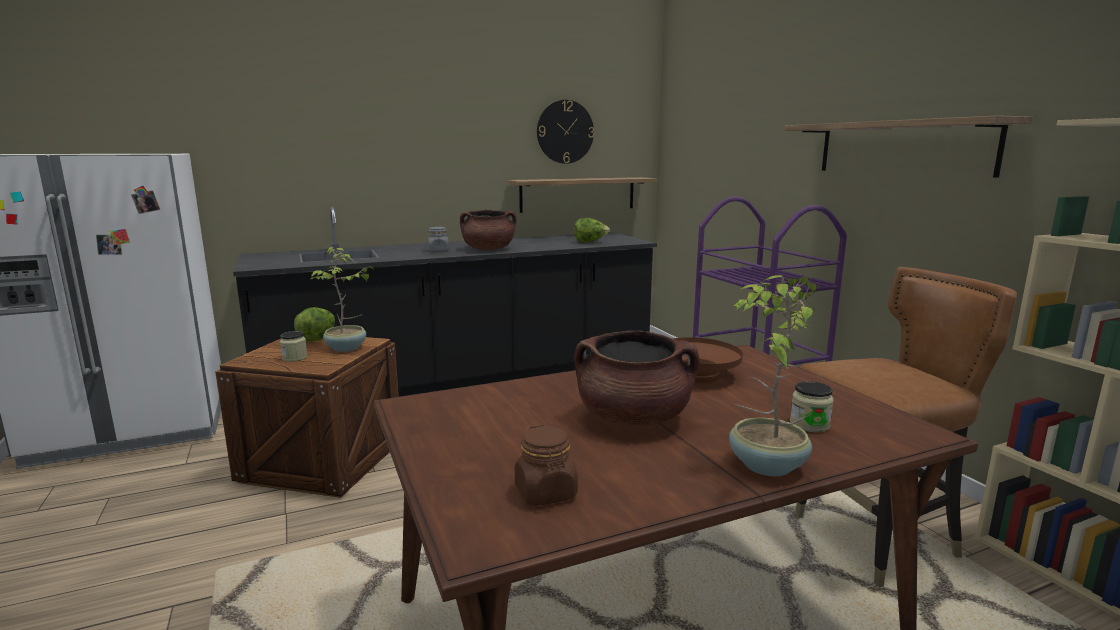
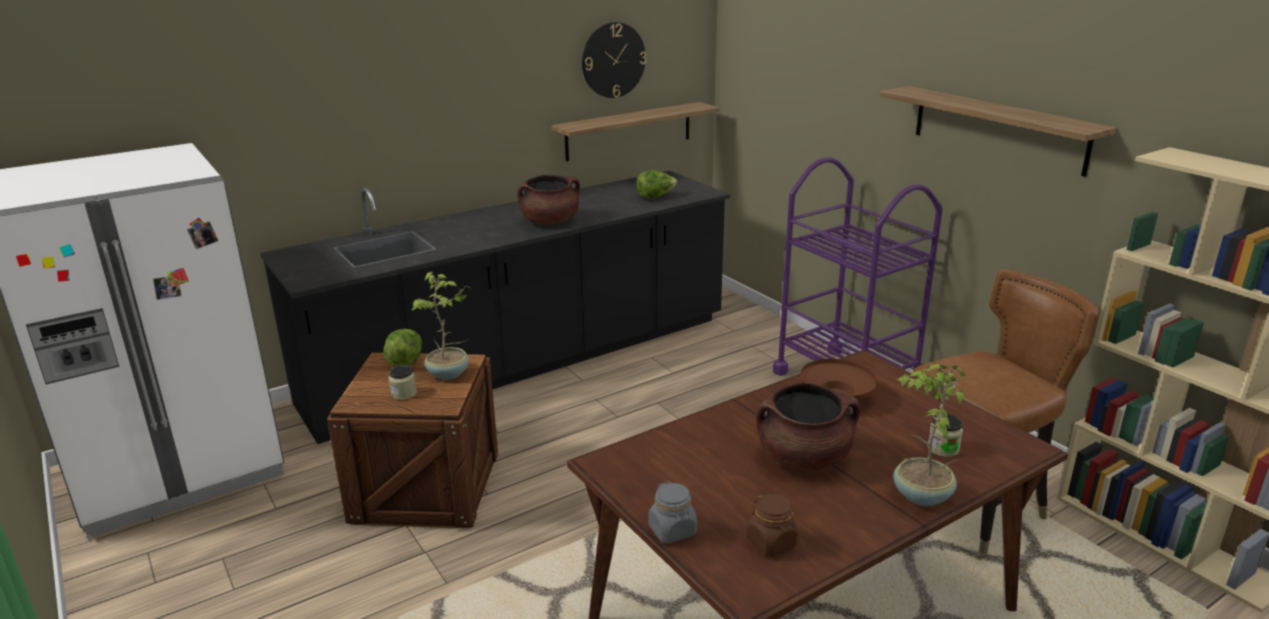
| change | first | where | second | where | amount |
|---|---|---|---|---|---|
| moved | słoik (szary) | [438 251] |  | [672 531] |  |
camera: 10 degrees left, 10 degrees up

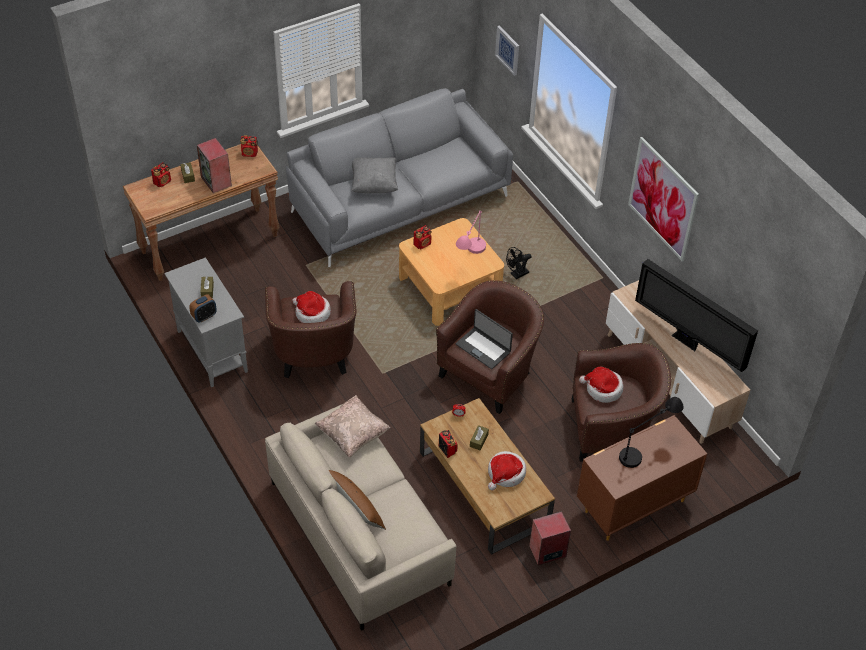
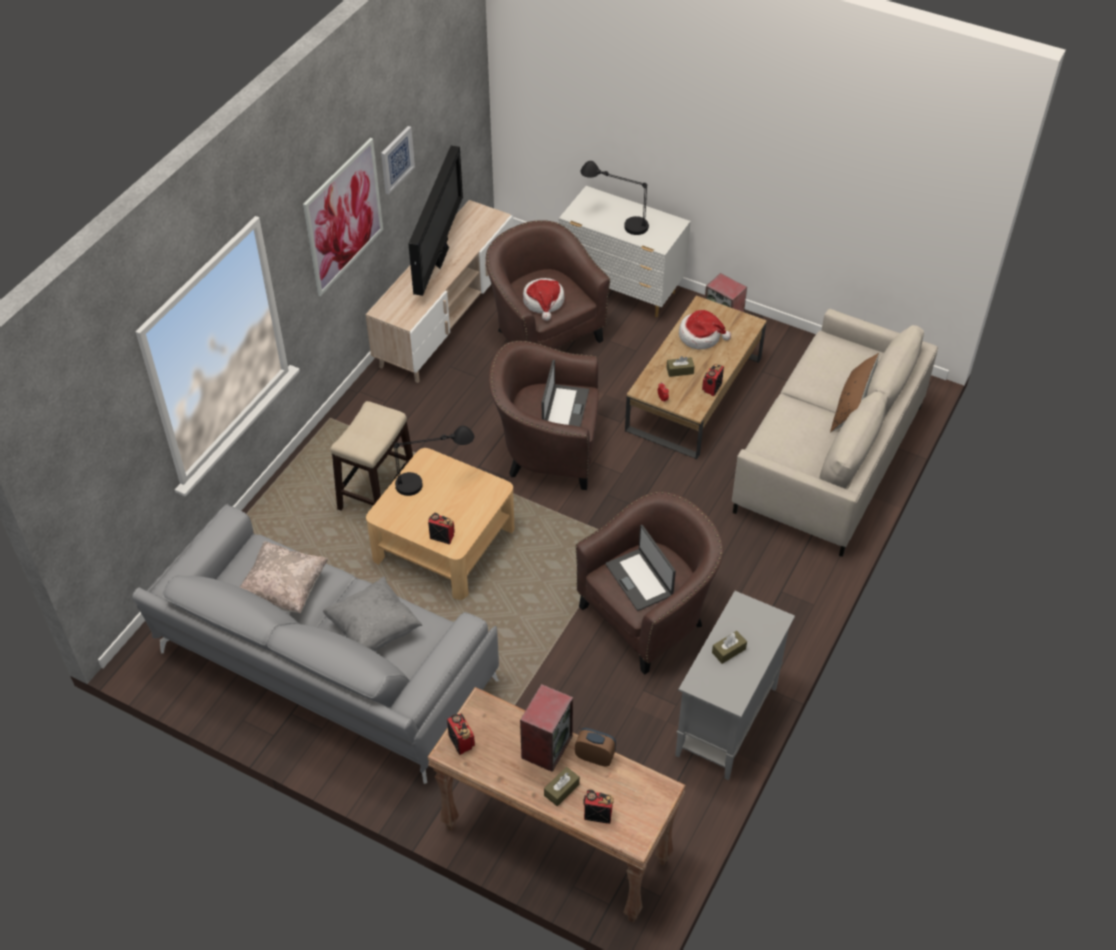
| change | first | where | second | where | amount |
|---|---|---|---|---|---|
| moved | budzik | [204 316] |  | [595 756] |  |
| replaced | kapelusz | [311 313] | laptop | [640 579] |  |
| moved | poduszka (beżowy) | [352 435] |  | [284 589] |  |
| recoloured | lampa stołowa (różowy) | [470 258] | lampa stołowa (czarny) | [433 482] |  |
| moved | obraz | [508 50] |  | [396 159] |  |
| replaced | wentylator (czarny) | [517 274] | stołek | [377 492] |  |
| recoloured | komoda (brązowy) | [632 506] | komoda (biały) | [622 290] |  |
camera: 120 degrees left, 0 degrees up

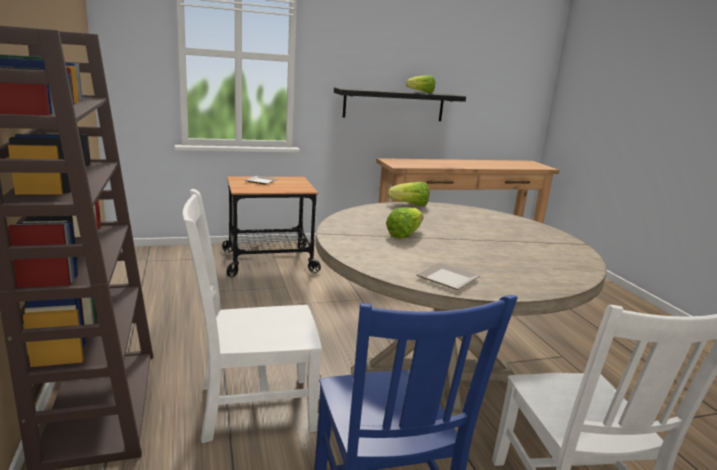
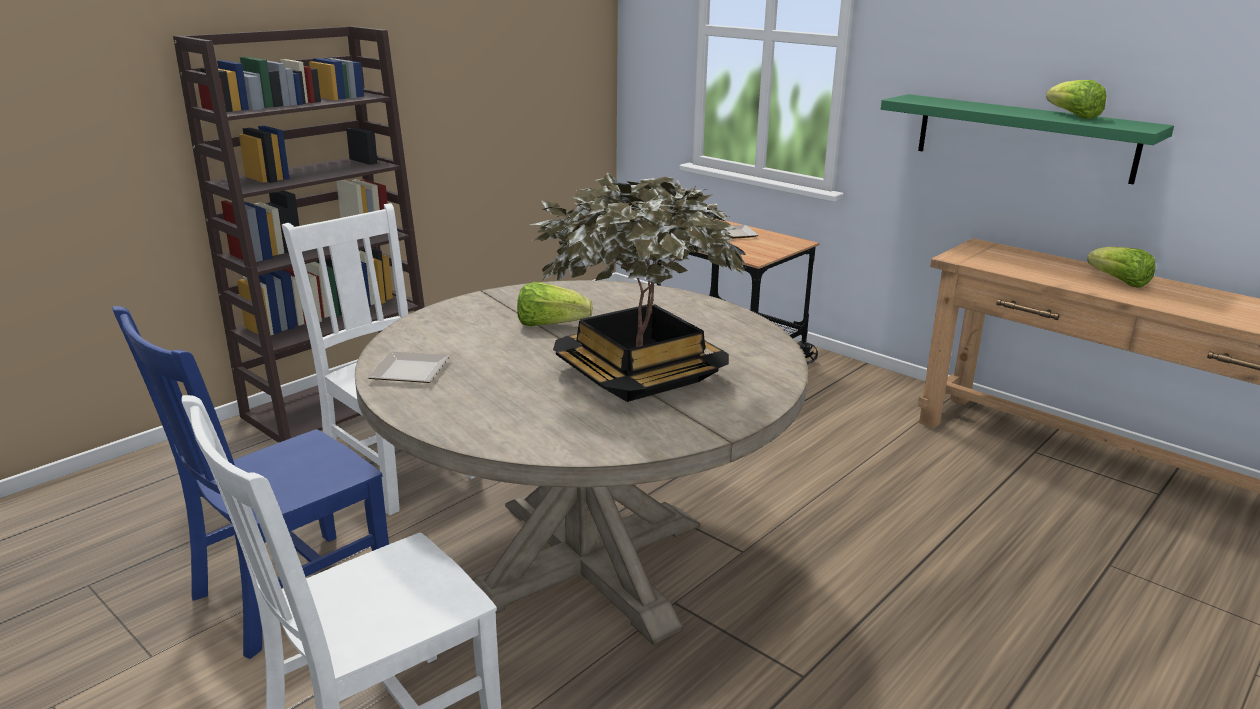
| change | first | where | second | where | amount |
|---|---|---|---|---|---|
| recoloured | półka (czarny) | [394 105] | półka (zielony) | [1024 137] |  |
| moved | sałata | [410 205] |  | [1119 282] |  |
| added |  |  | roślina doniczkowa | [639 376] |  |
camera: 60 degrees right, 5 degrees up

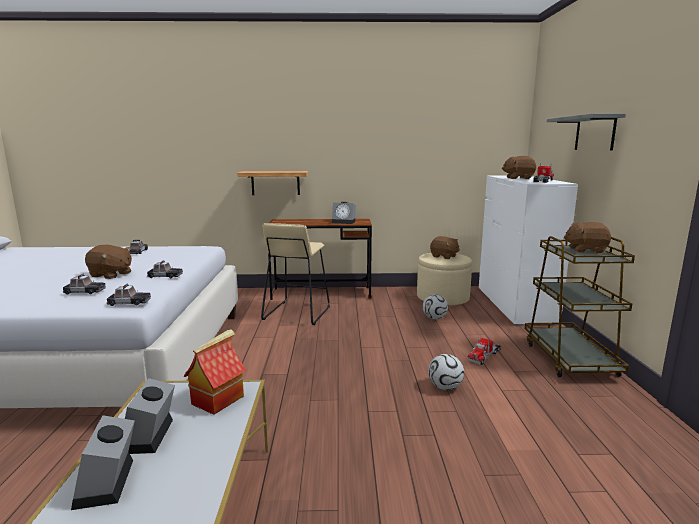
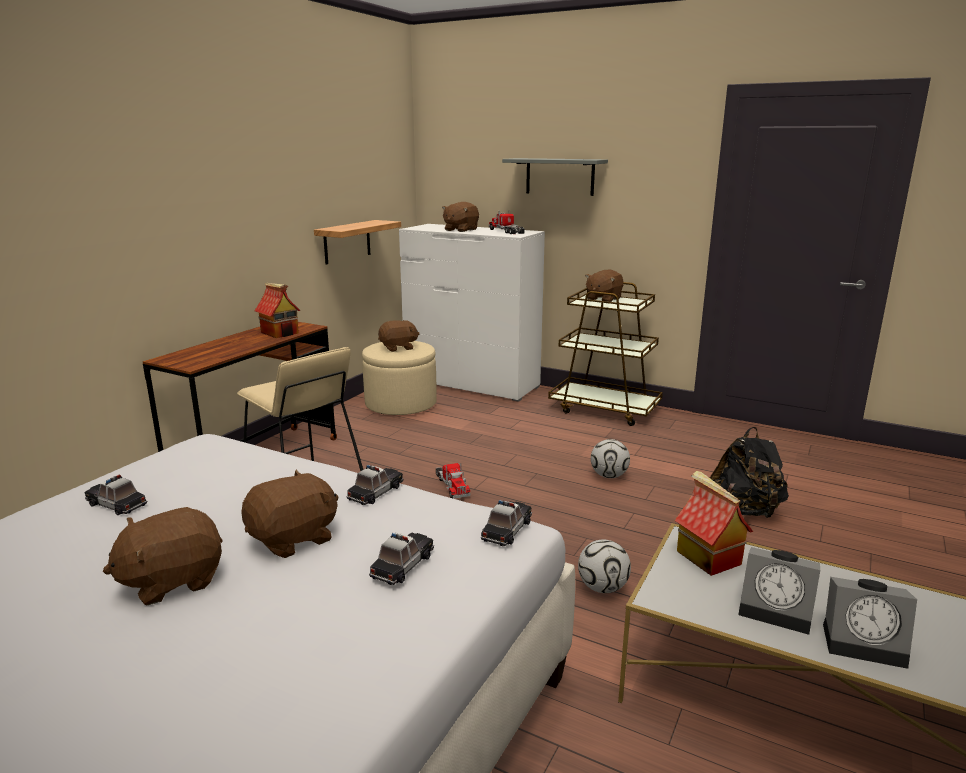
| change | first | where | second | where | amount |
|---|---|---|---|---|---|
| moved | półka | [275 183] |  | [347 241] |  |
| replaced | budzik | [344 222] | domek | [280 333] |  |
| moved | piłka futbolowa | [434 318] |  | [602 587] |  |
| moved | ciężarówka zabawkowa | [484 356] |  | [452 485] |  |
| added |  |  | pluszak (brązowy) | [172 580] |  |
| added |  |  | plecak (czarny) | [744 511] |  |
camera: 60 degrees left, 5 degrees up

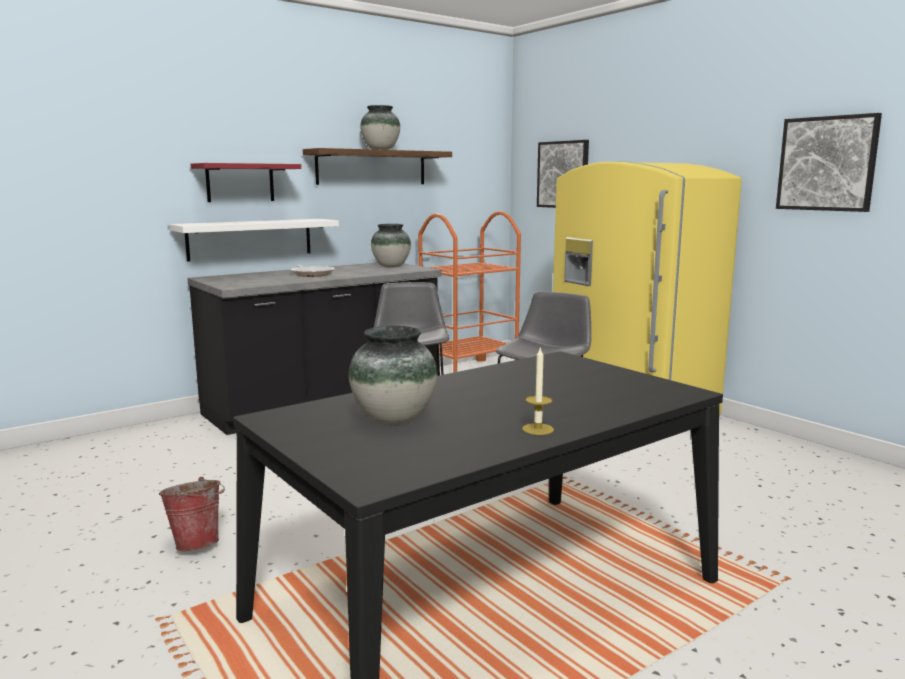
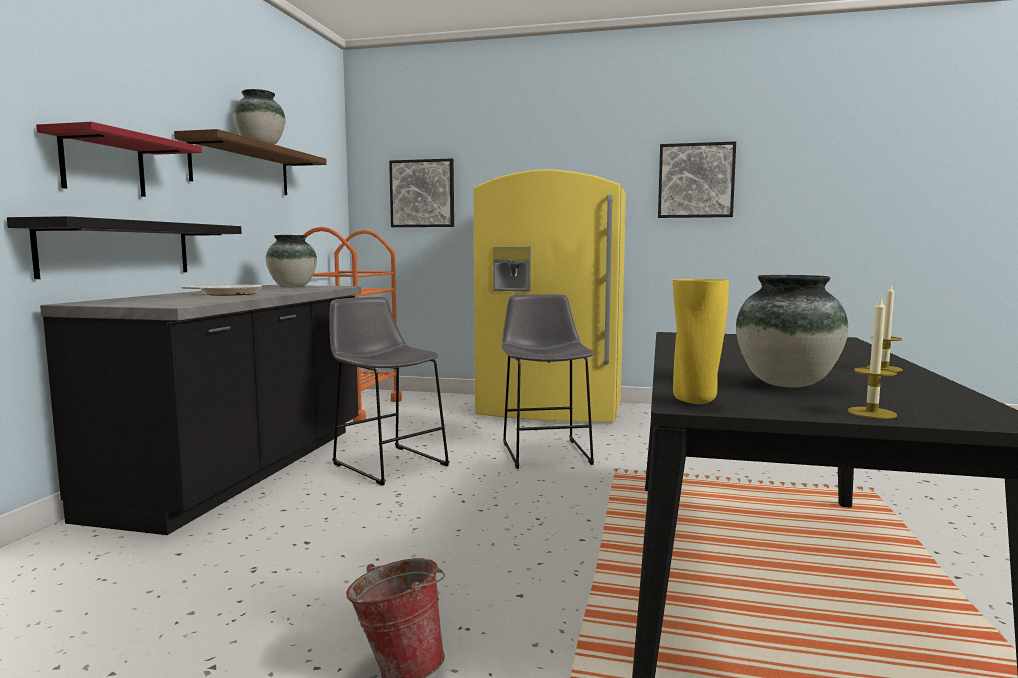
| change | first | where | second | where | amount |
|---|---|---|---|---|---|
| recoloured | półka (biały) | [250 239] | półka (czarny) | [118 249] |  |
| added |  |  | wazon (żółty) | [695 401] |  |
| added |  |  | świeca | [871 413] |  |
camera: 40 degrees left, 5 degrees down

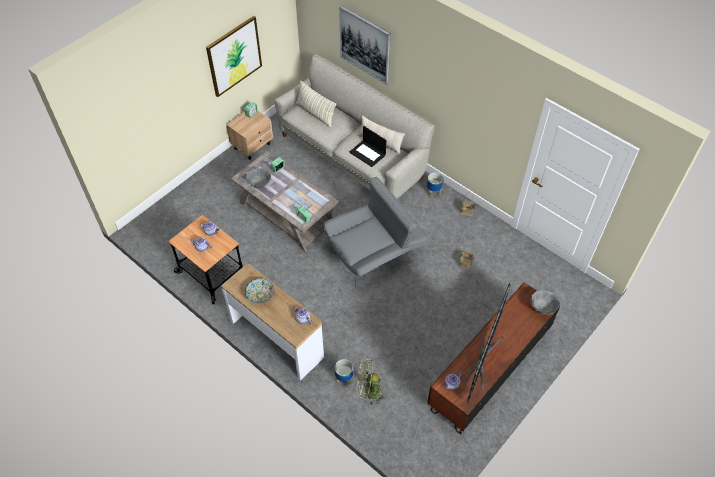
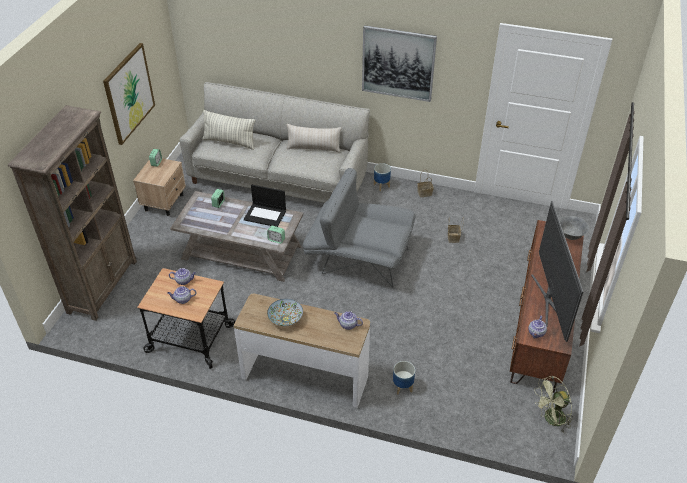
| change | first | where | second | where | amount |
|---|---|---|---|---|---|
| removed | miska (szary) | [259 184] |  |  |  |
| turned | fotel (szary) | [375 253] |  | [358 258] | 105 degrees counterclockwise |
| moved | obraz | [365 45] |  | [398 63] |  |
| moved | laptop | [368 153] |  | [265 215] |  |
| moved | wentylator (zielony) | [368 391] |  | [551 419] |  |
| added |  |  | regał (brązowy) | [103 286] |  |
camera: 25 degrees left, 10 degrees down

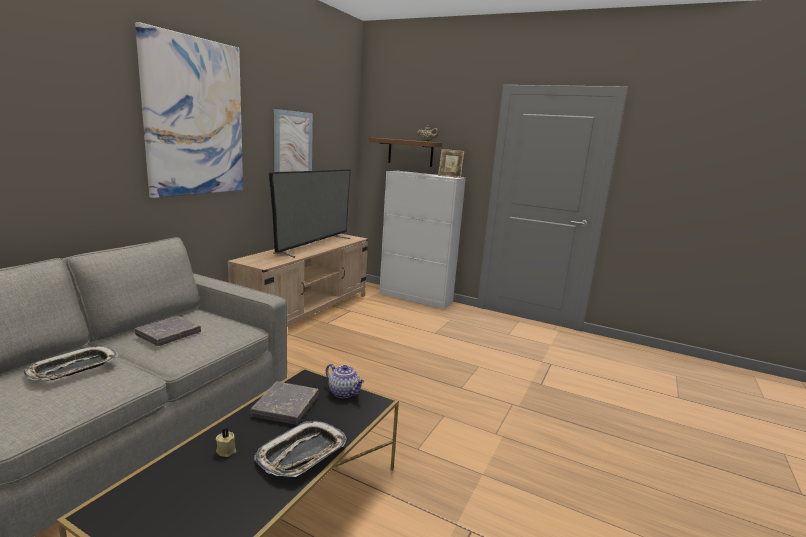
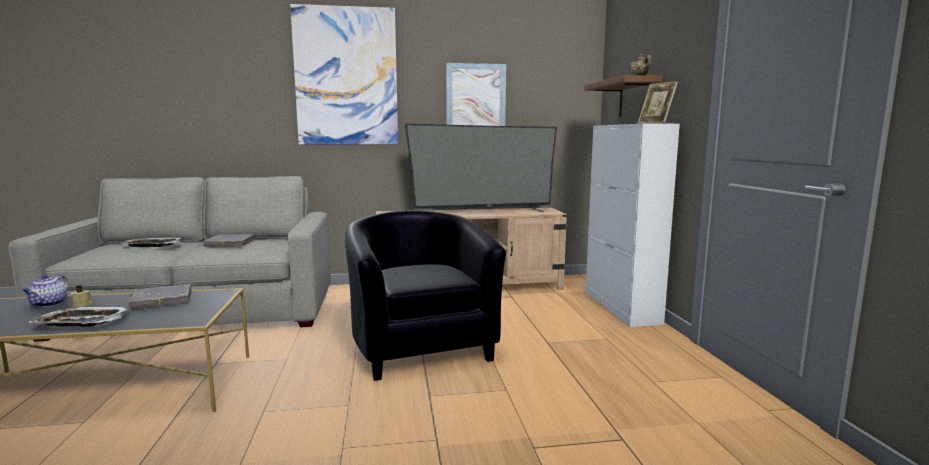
| change | first | where | second | where | amount |
|---|---|---|---|---|---|
| moved | imbryk | [344 393] |  | [49 304] |  |
| added |  |  | fotel (czarny) | [420 347] |  |
camera: 55 degrees right, 5 degrees down

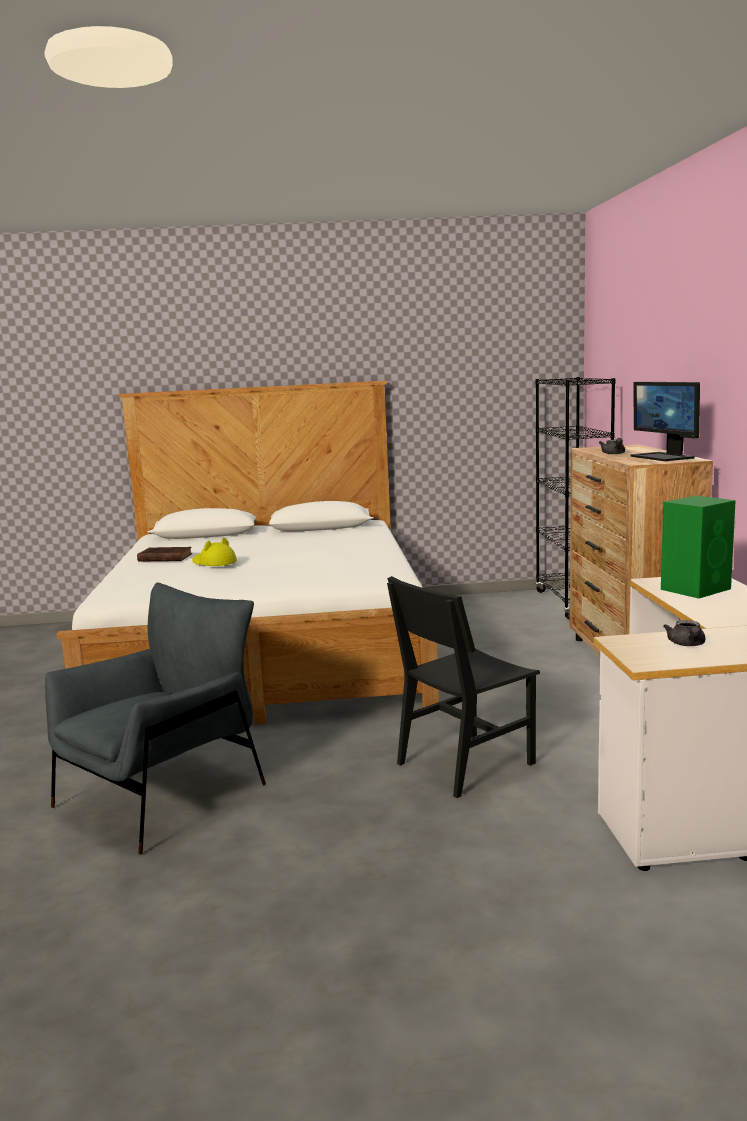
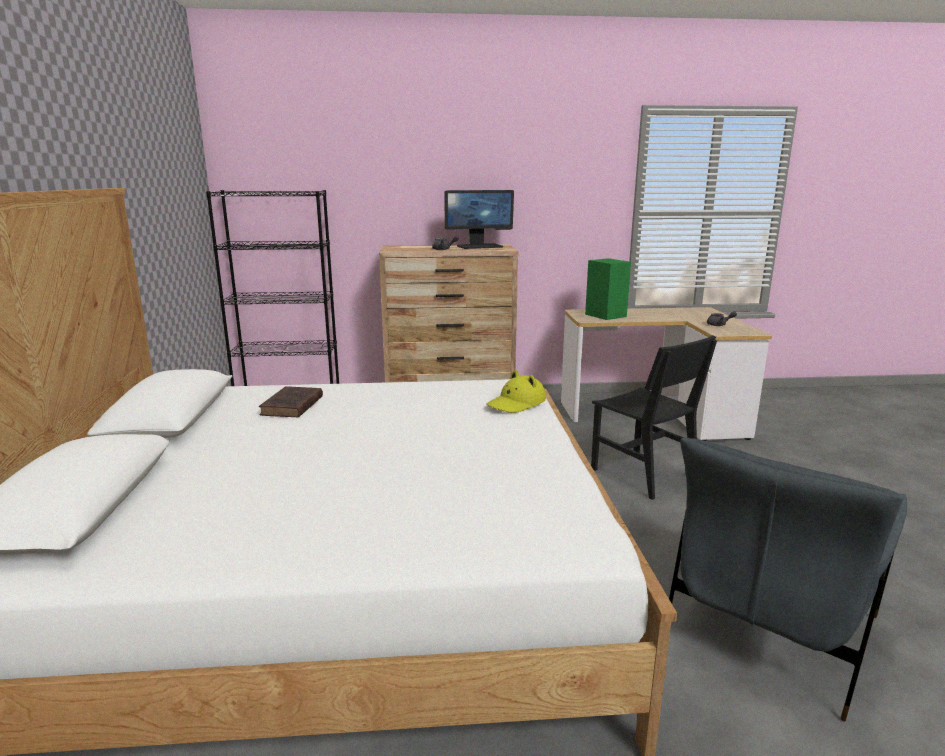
| change | first | where | second | where | amount |
|---|---|---|---|---|---|
| turned | fotel (szary) | [162 795] |  | [770 628] | 90 degrees counterclockwise |
| moved | książka (brązowy) | [163 558] |  | [291 406] |  |
| moved | kapelusz (żółty) | [214 562] |  | [516 403] |  |
camera: 90 degrees left, 5 degrees up

